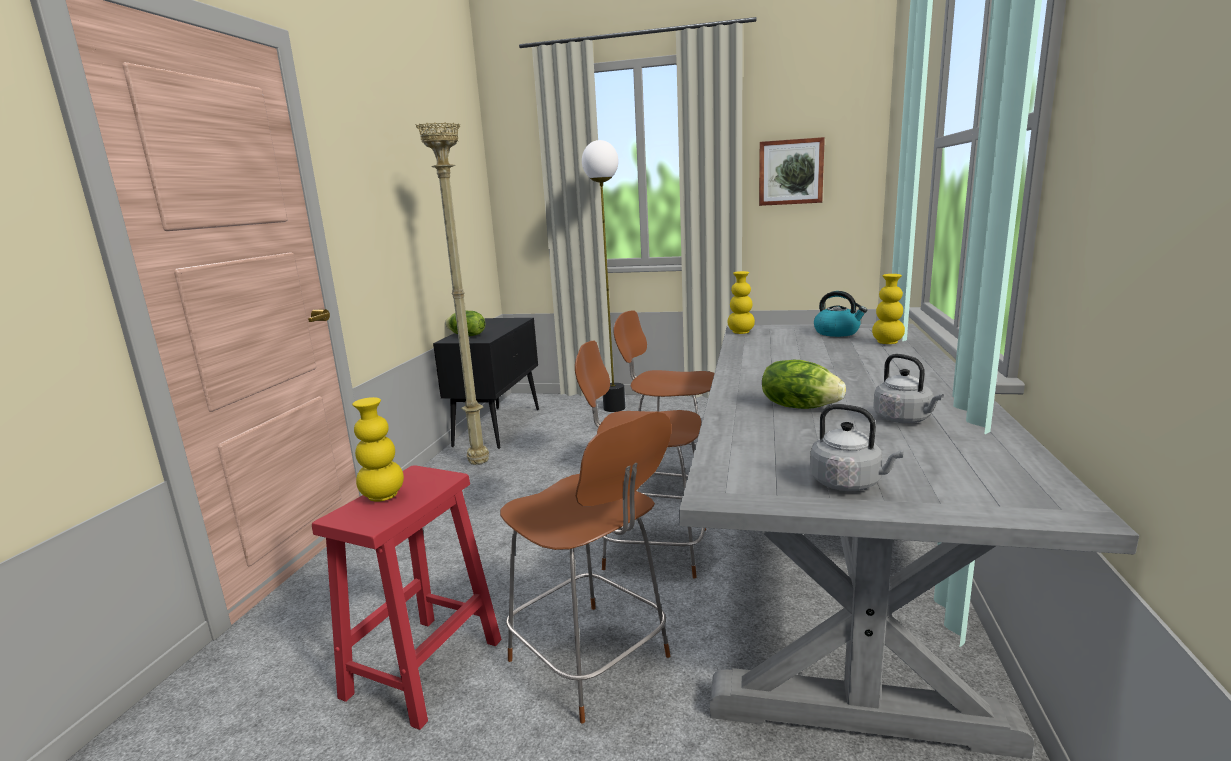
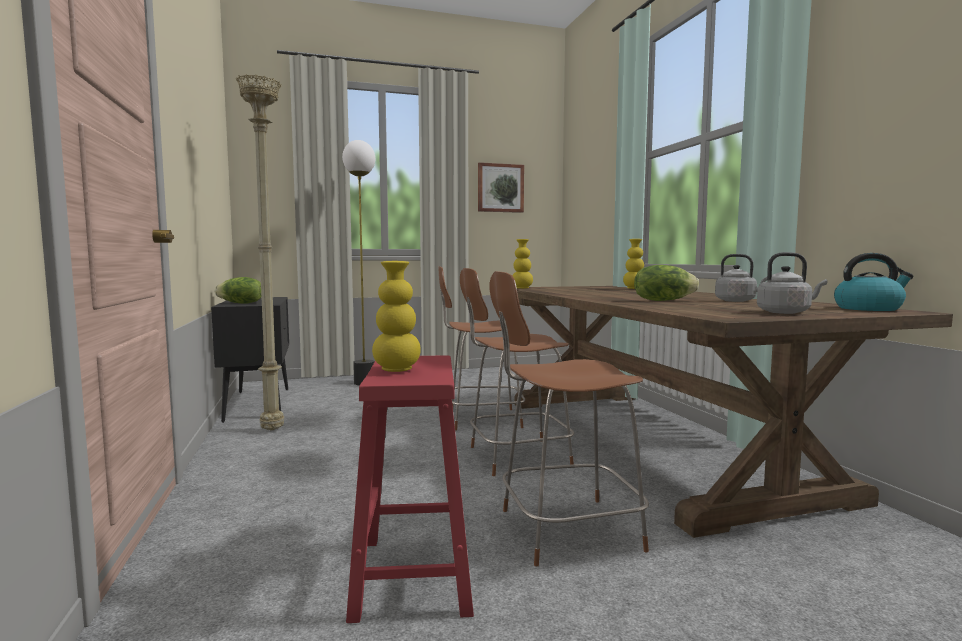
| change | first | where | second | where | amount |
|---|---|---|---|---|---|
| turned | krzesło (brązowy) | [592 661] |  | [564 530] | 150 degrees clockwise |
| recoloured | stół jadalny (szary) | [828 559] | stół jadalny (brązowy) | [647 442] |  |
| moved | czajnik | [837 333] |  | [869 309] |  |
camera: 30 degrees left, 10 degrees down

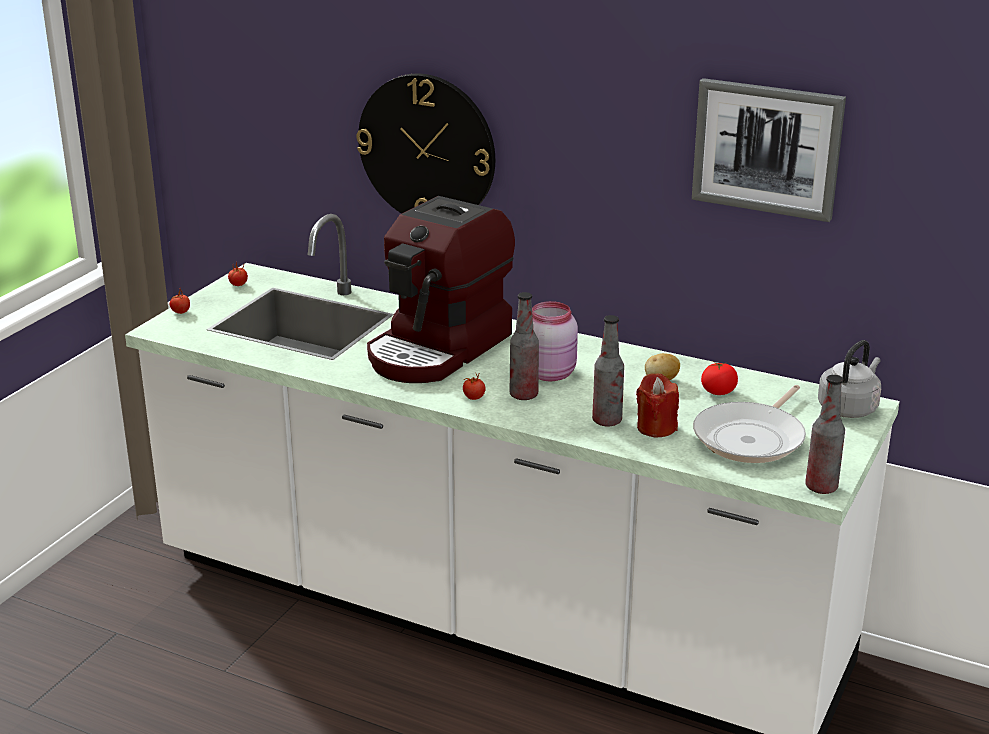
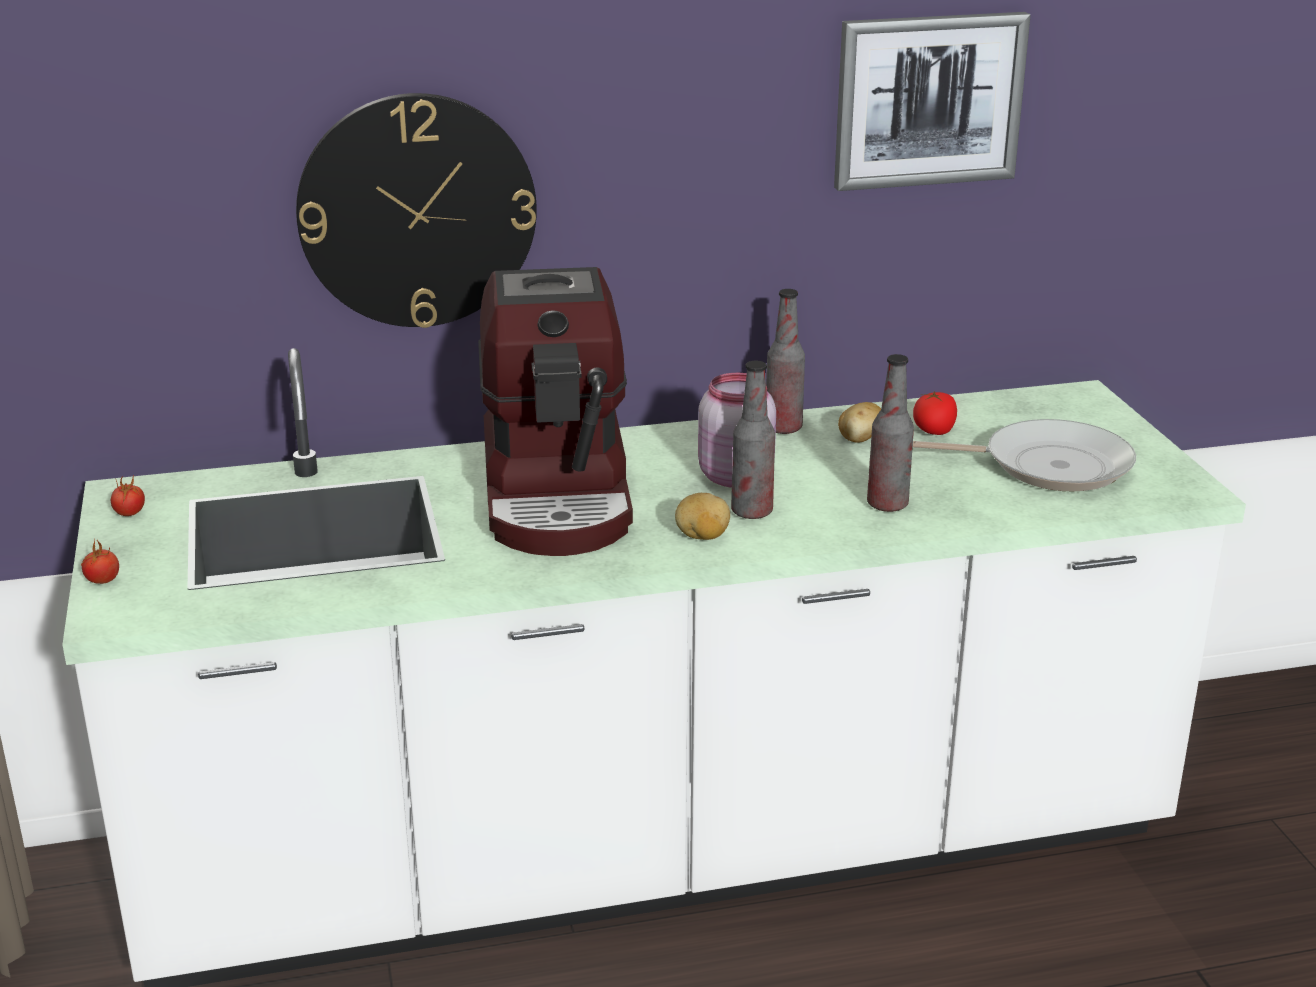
| change | first | where | second | where | amount |
|---|---|---|---|---|---|
| replaced | pomidor | [474 397] | ziemniak | [702 537] |  |
| removed | świeca (czerwony) | [656 428] |  |  |  |
| turned | patelnia | [752 438] |  | [1048 465] | 75 degrees counterclockwise |
| moved | butelka | [821 487] |  | [783 428] |  |
| removed | czajnik (szary) | [849 408] |  |  |  |
camera: 40 degrees left, 0 degrees up

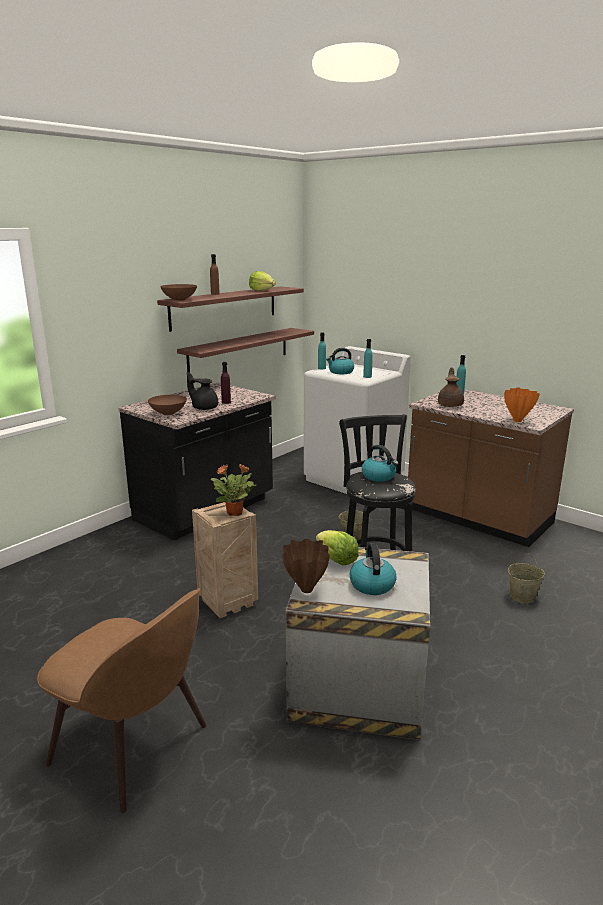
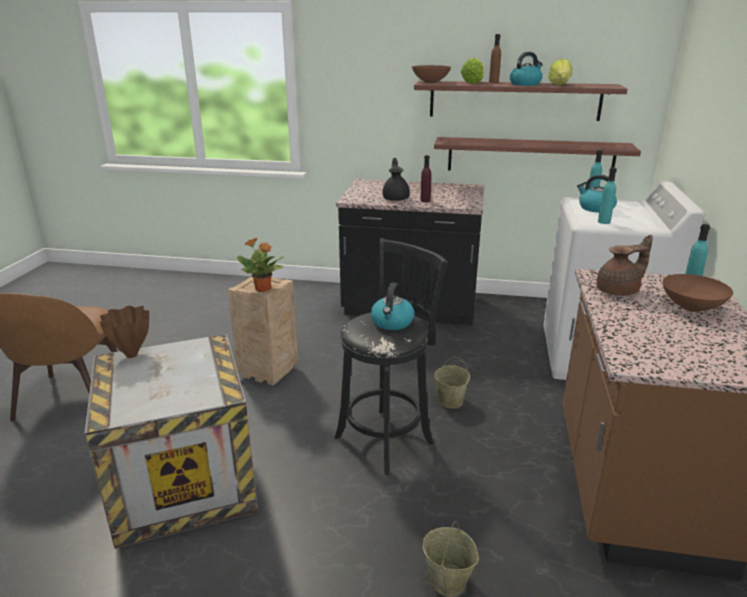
| change | first | where | second | where | amount |
|---|---|---|---|---|---|
| moved | miska (brązowy) | [168 413] |  | [691 308] |  |
| moved | sałata | [336 559] |  | [472 83] |  |
| moved | czajnik | [371 584] |  | [525 84] |  |
| removed | wazon (pomarańczowy) | [517 421] |  |  |  |
camera: 60 degrees right, 5 degrees up

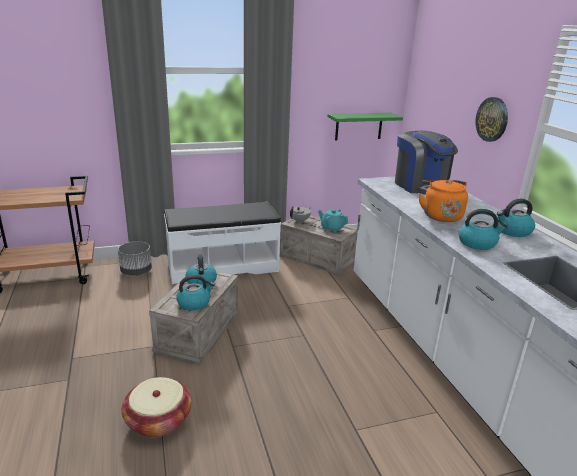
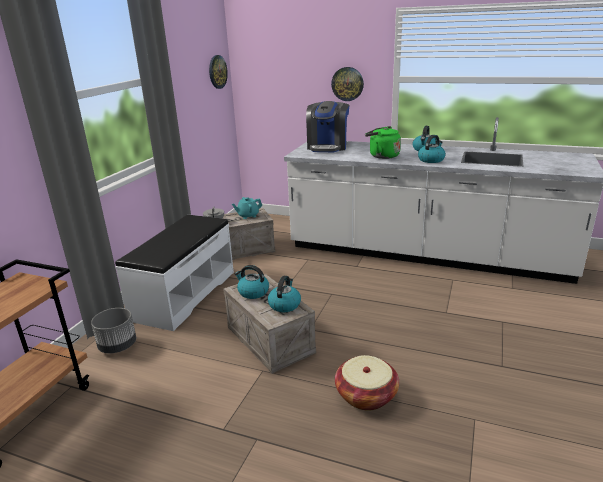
| change | first | where | second | where | amount |
|---|---|---|---|---|---|
| removed | półka (zielony) | [358 126] |  |  |  |
| turned | ekspres do kawy | [421 186] |  | [327 147] | 90 degrees clockwise |
| recoloured | czajnik (pomarańczowy) | [440 216] | czajnik (zielony) | [382 156] |  |
| added |  |  | zegar ścienny | [217 72] |  |
camera: 50 degrees left, 0 degrees up

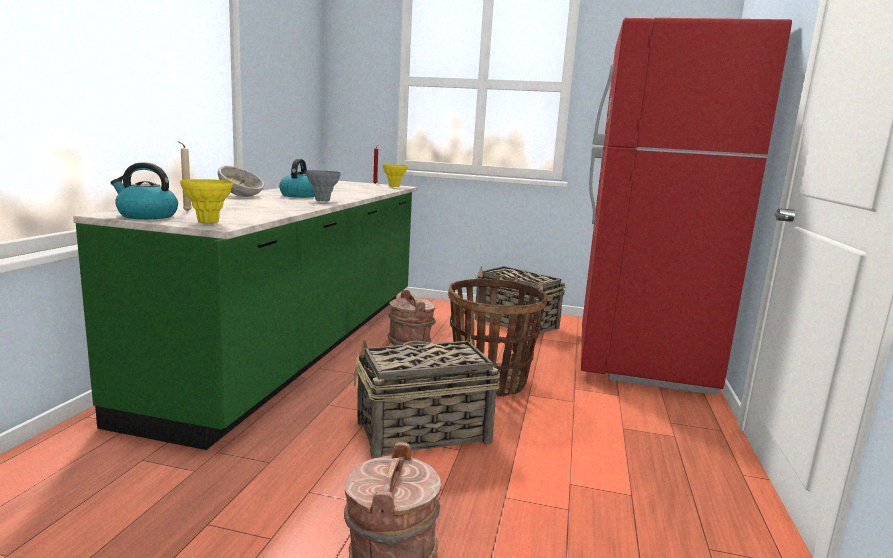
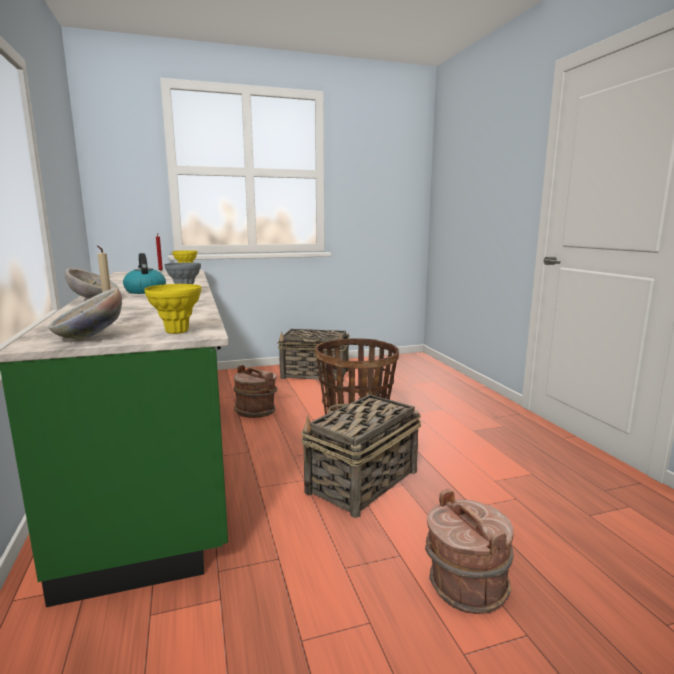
| change | first | where | second | where | amount |
|---|---|---|---|---|---|
| replaced | czajnik | [146 216] | miska | [89 337] |  |
| removed | lodówka (czerwony) | [641 360] |  |  |  |
camera: 30 degrees left, 0 degrees up

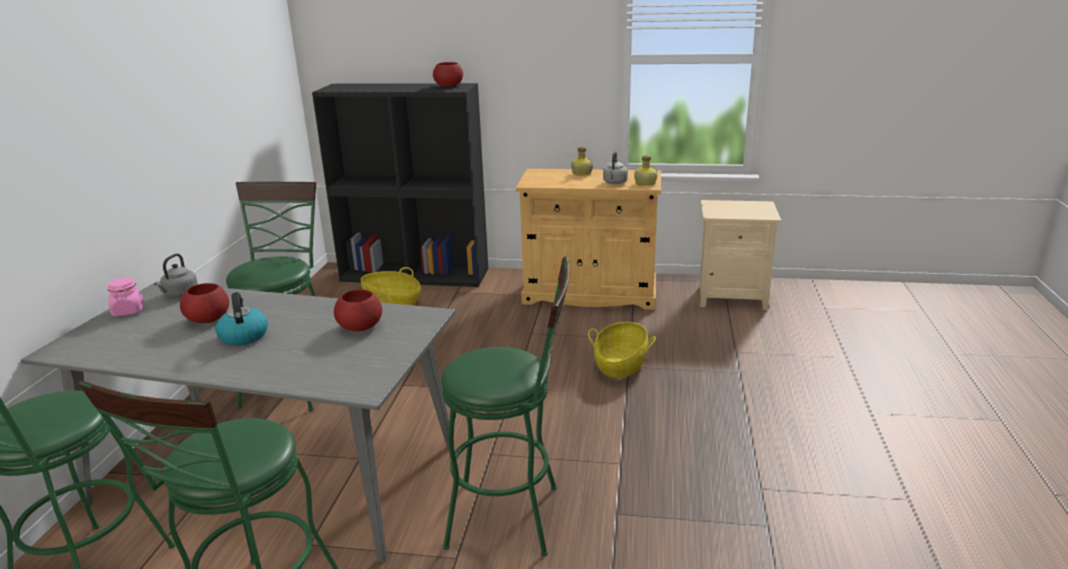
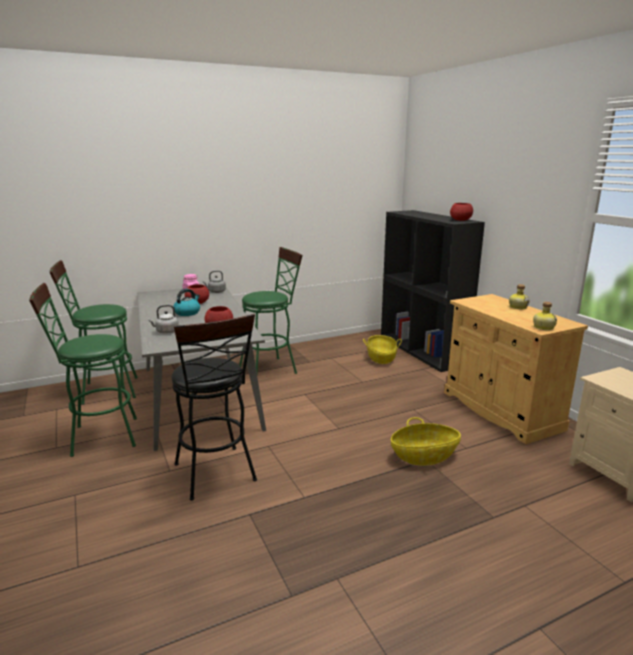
| change | first | where | second | where | amount |
|---|---|---|---|---|---|
| recoloured | stołek (zielony) | [514 516] | stołek (czarny) | [217 476] |  |
| moved | czajnik (szary) | [614 183] |  | [166 331] |  |
camera: 55 degrees right, 5 degrees down

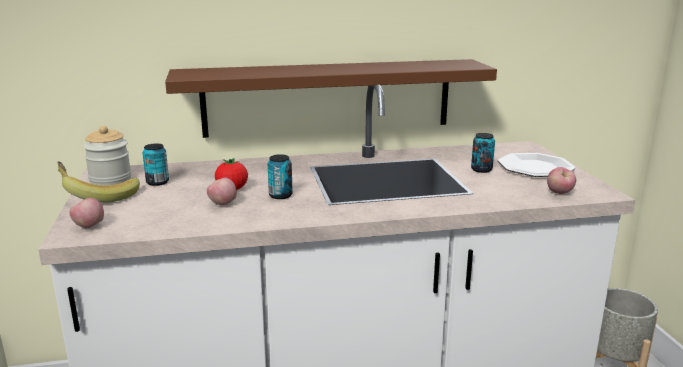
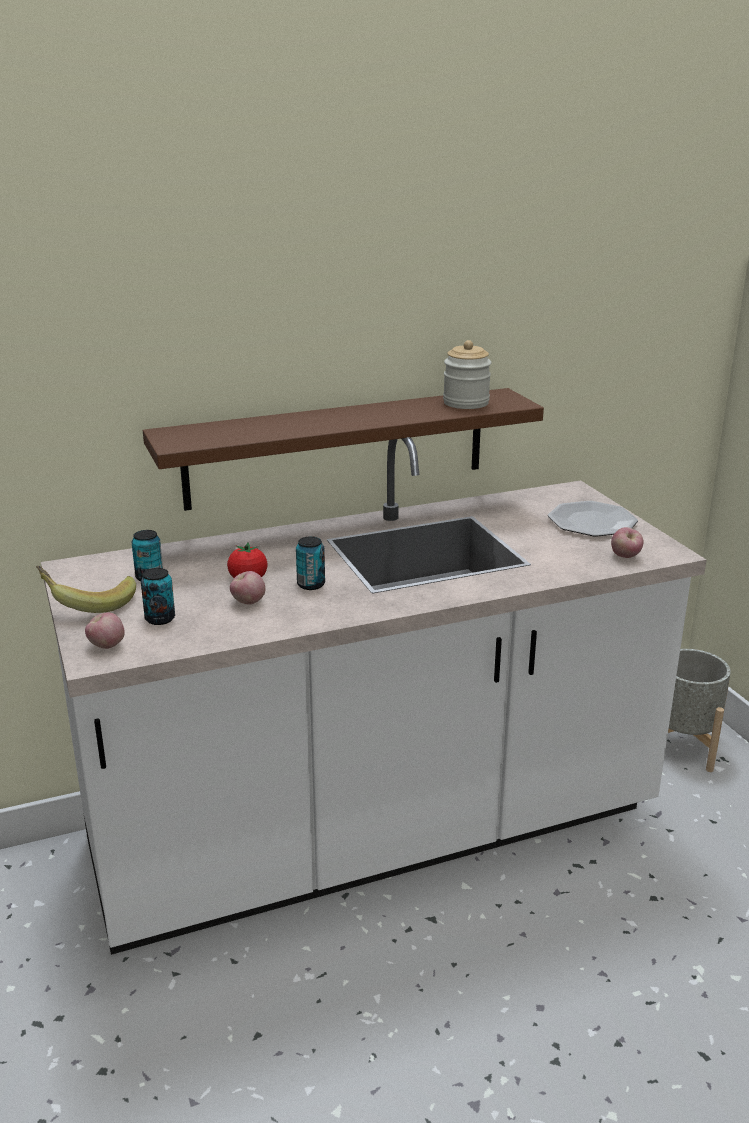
| change | first | where | second | where | amount |
|---|---|---|---|---|---|
| moved | słoik | [110 179] |  | [466 403] |  |
| moved | puszka | [481 169] |  | [160 619] |  |
camera: 10 degrees left, 5 degrees up

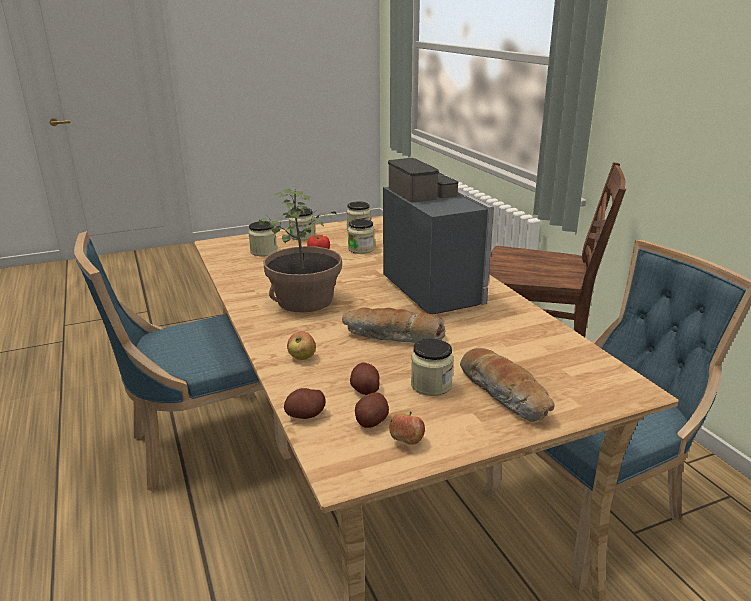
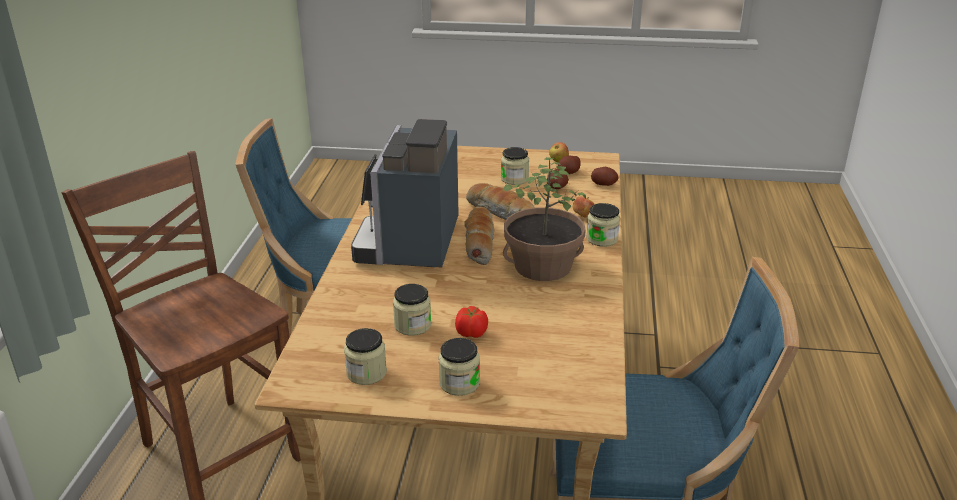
| change | first | where | second | where | amount |
|---|---|---|---|---|---|
| moved | słoik | [263 251] |  | [602 239] |  |
| moved | chleb | [505 394] |  | [479 243] |  |
camera: 150 degrees left, 5 degrees up

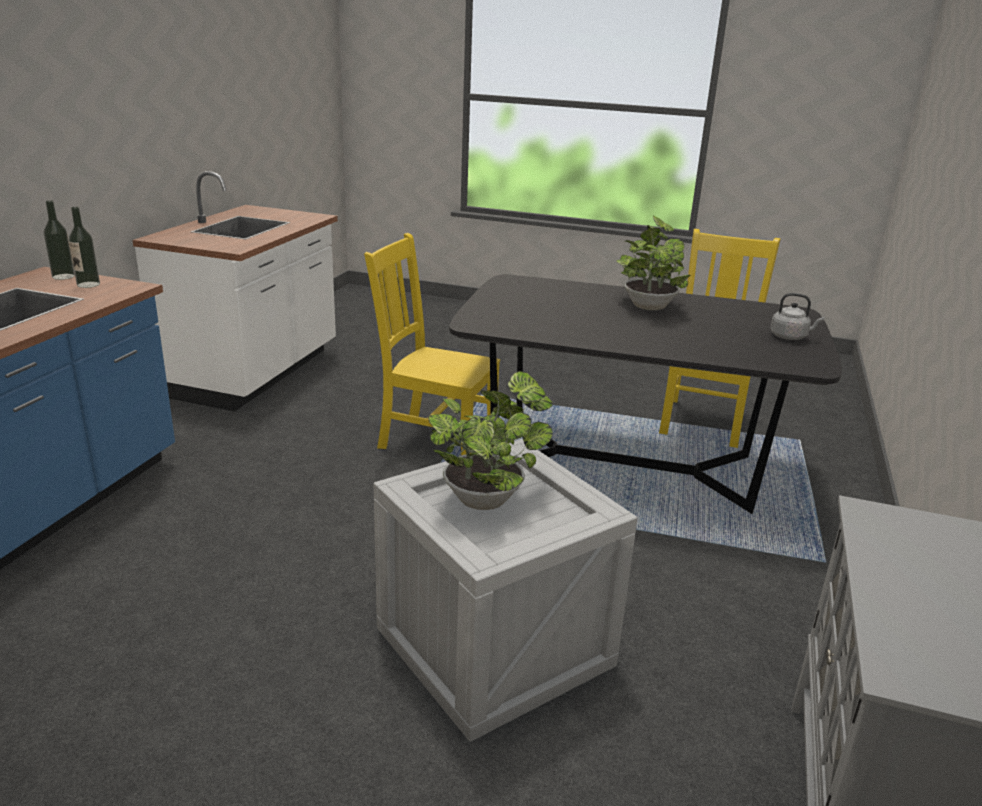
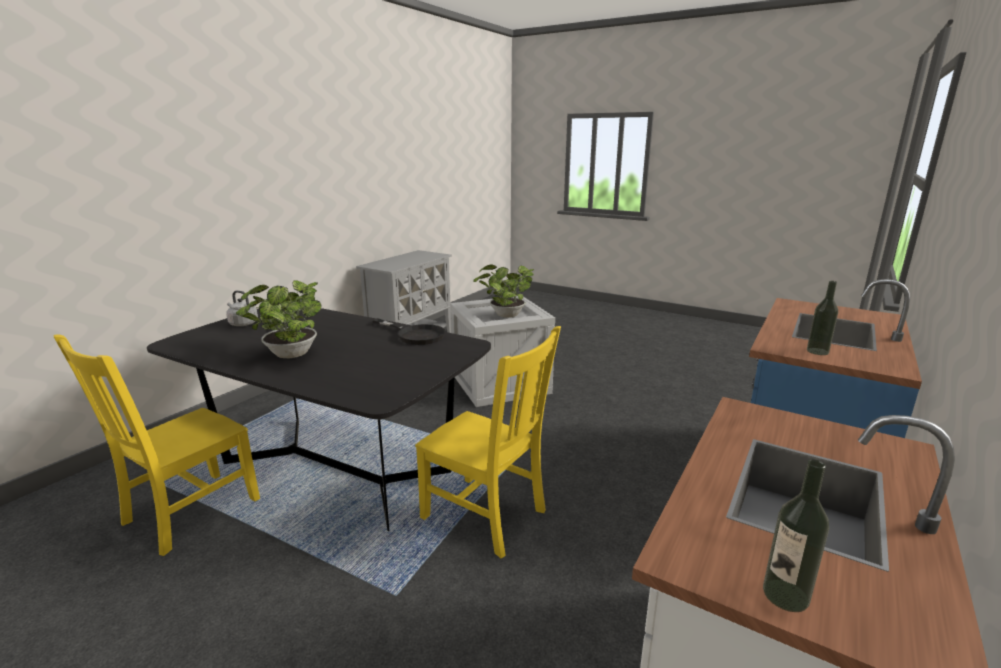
| change | first | where | second | where | amount |
|---|---|---|---|---|---|
| moved | butelka | [63 276] |  | [785 595] |  |
| added |  |  | patelnia (czarny) | [415 334] |  |
camera: 165 degrees left, 5 degrees down

